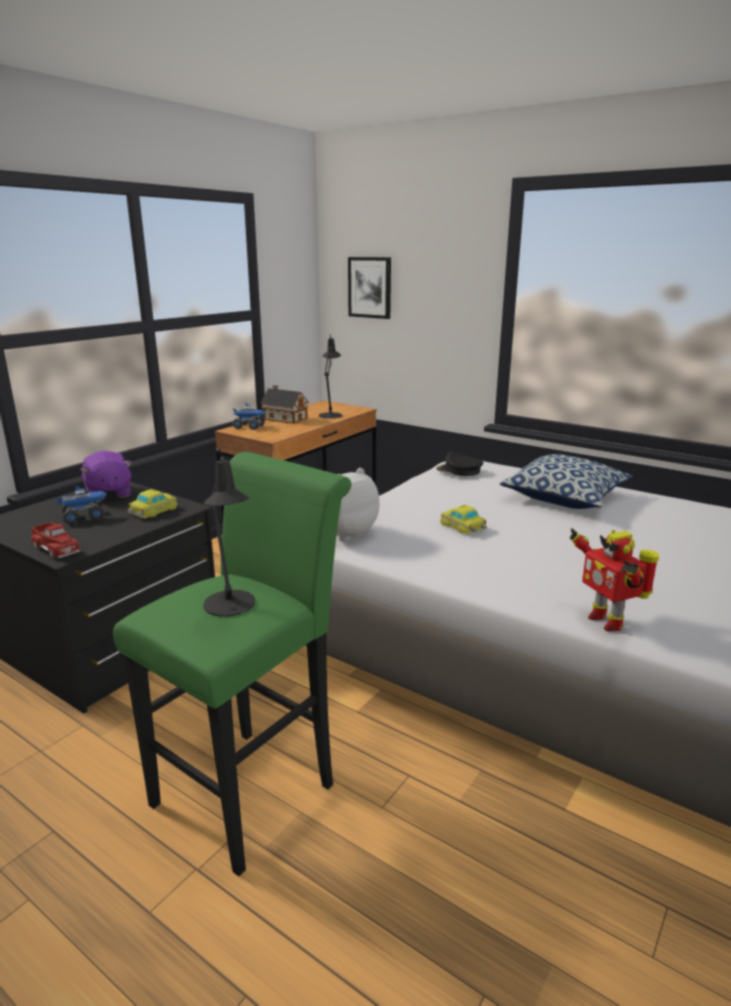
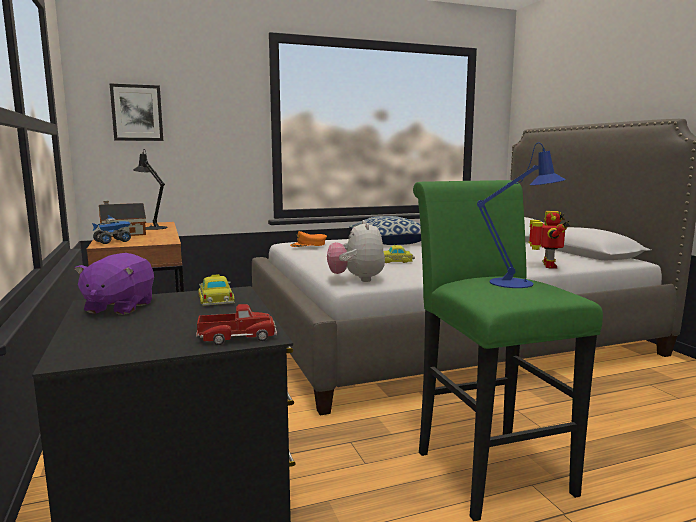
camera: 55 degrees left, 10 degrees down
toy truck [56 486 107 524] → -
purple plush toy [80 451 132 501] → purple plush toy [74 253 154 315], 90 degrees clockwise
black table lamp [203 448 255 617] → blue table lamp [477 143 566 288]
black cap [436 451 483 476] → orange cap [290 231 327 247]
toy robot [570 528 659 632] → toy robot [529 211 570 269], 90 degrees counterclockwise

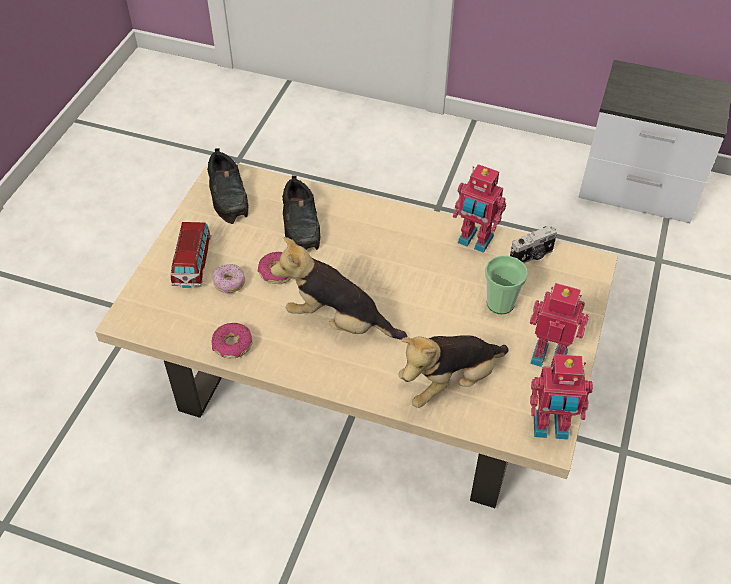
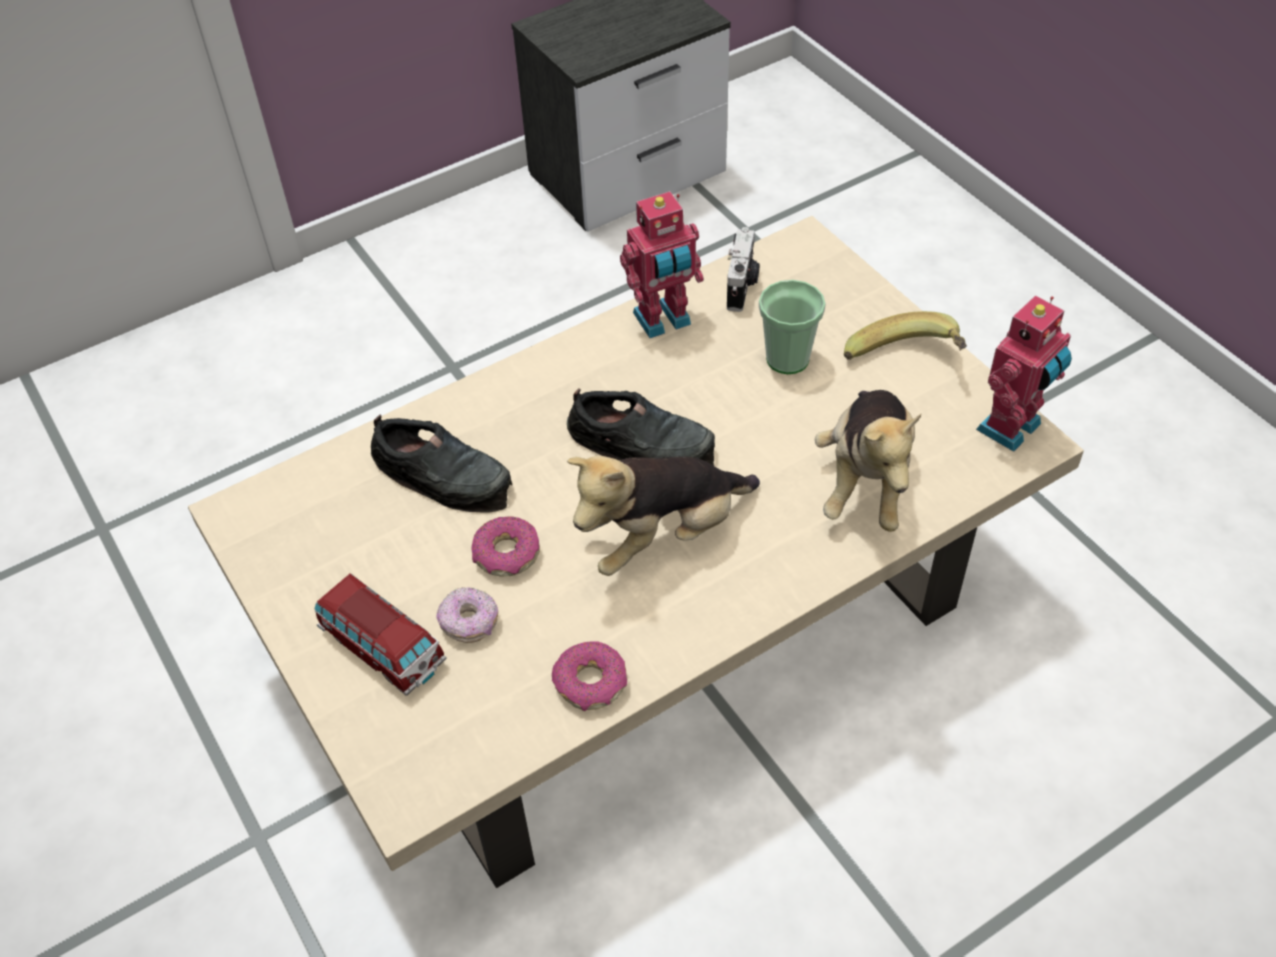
camera: 50 degrees left, 0 degrees up
black shoe [207 148 249 224] → black shoe [567 388 715 466], moved
toy robot [530 283 589 367] → banana [844 311 967 360]

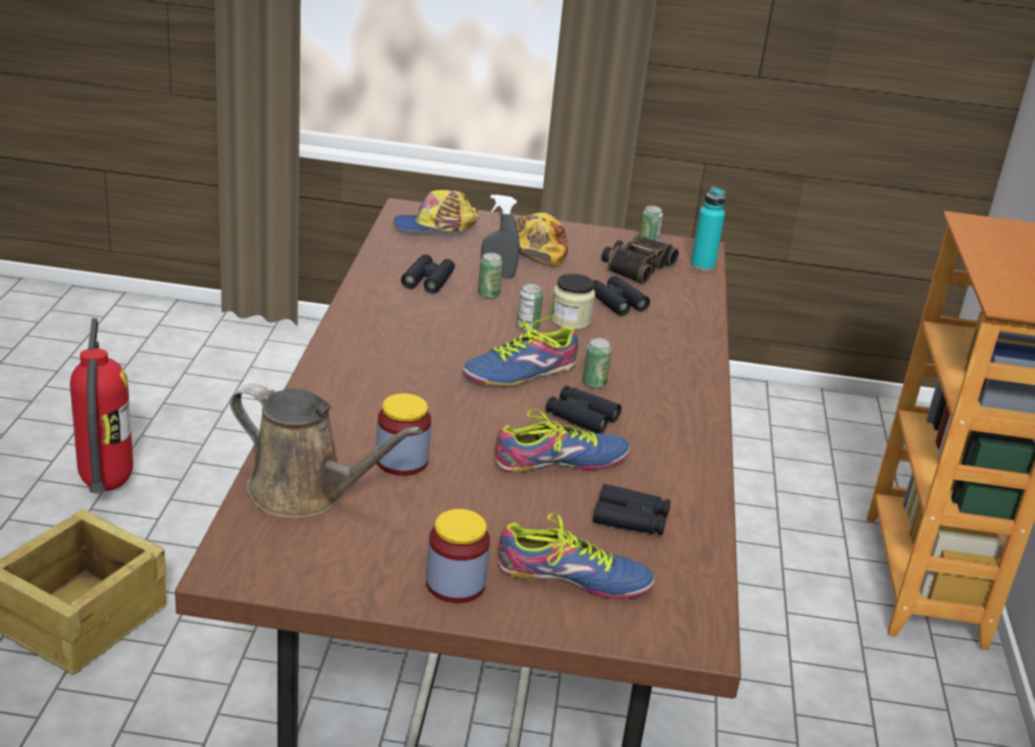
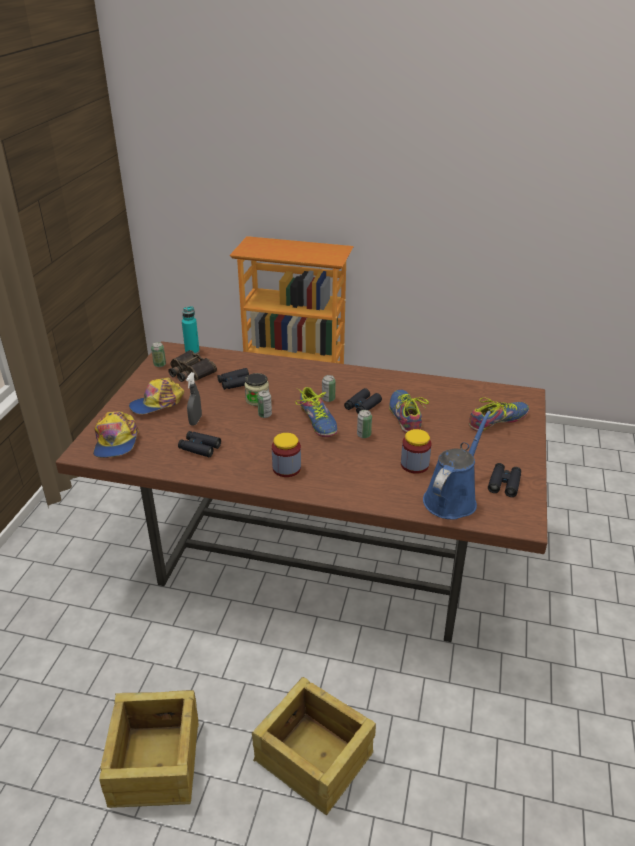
camera: 80 degrees left, 5 degrees up
fire extinguisher [70 318 133 494] → crate [99 690 199 808]
brown watering can [230 383 422 519] → blue watering can [423 411 491 520]
jar [426 509 490 603] → jar [272 433 301 477], moved
can [478 253 503 299] → can [357 410 372 438], moved
shoe [498 512 655 599] → shoe [469 398 529 431], 45 degrees clockwise
cap [516 212 568 267] → cap [129 378 185 414], 45 degrees counterclockwise
black binoculars [593 484 670 535] → black binoculars [488 463 521 497], moved

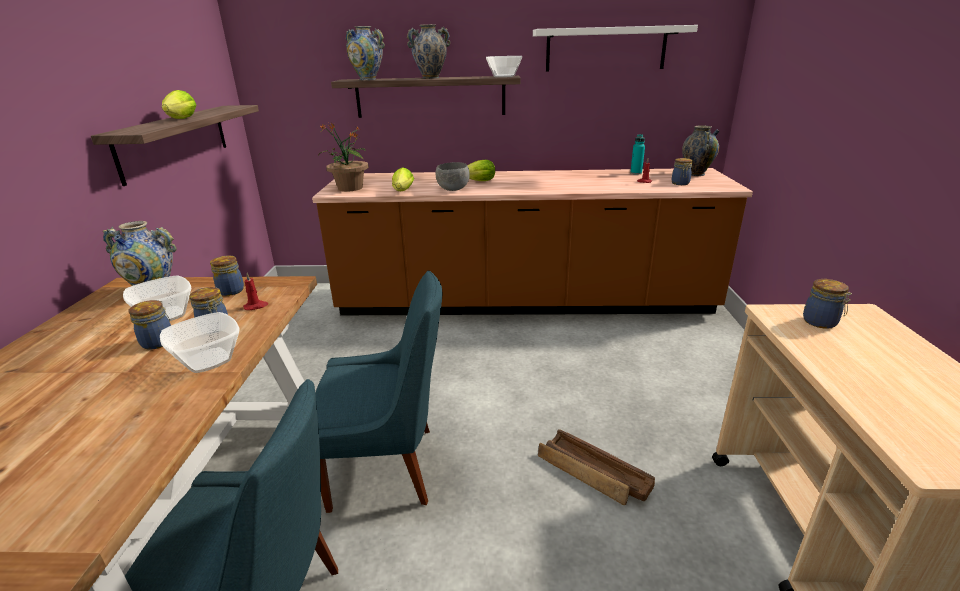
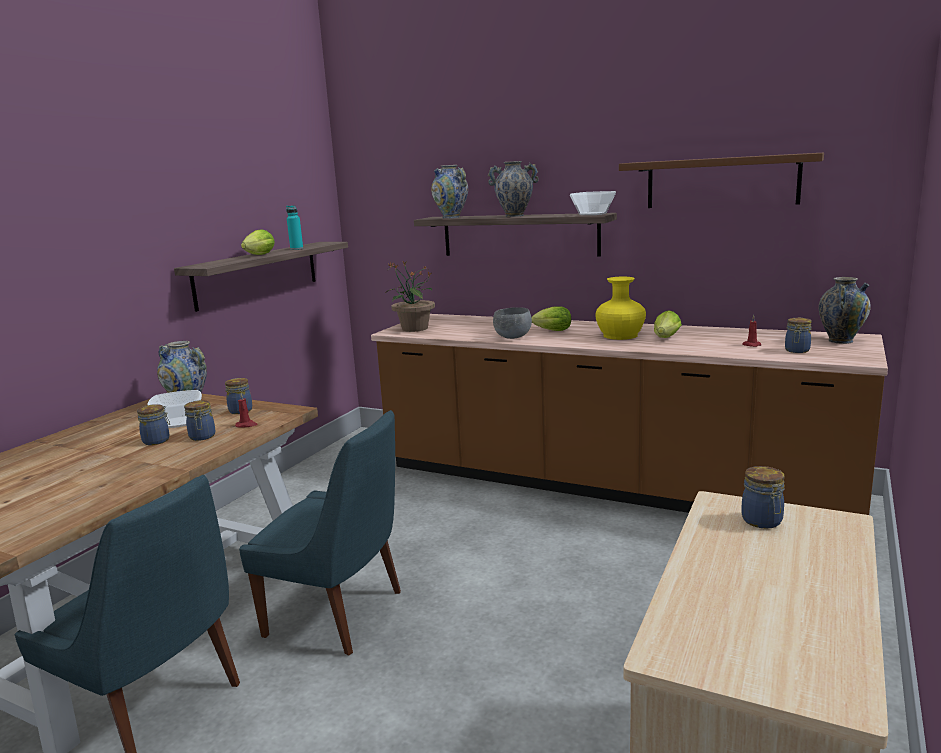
camera: 25 degrees right, 10 degrees down
bowl [160 312 240 373] → -
lettuce [392 167 414 191] → lettuce [654 310 682 338], moved
white shelf [533 25 698 72] → brown shelf [619 153 824 208]
crate [538 429 655 505] → -
turquoise bottle [630 134 645 174] → turquoise bottle [286 205 303 250], moved
- → yellow vase [595 277 646 340]

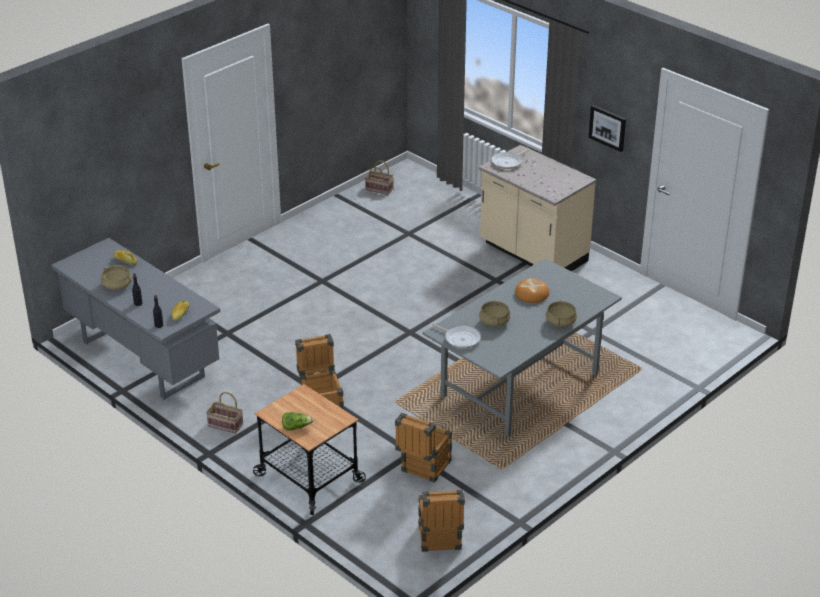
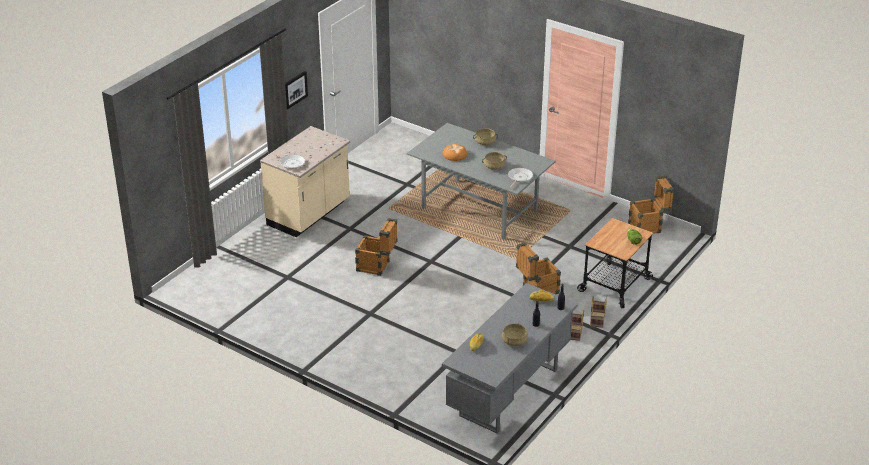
camera: 100 degrees left, 0 degrees up
basket [365 161 394 195] → basket [590 296 607 328], moved
crate [395 413 452 483] → crate [355 218 398 276], moved

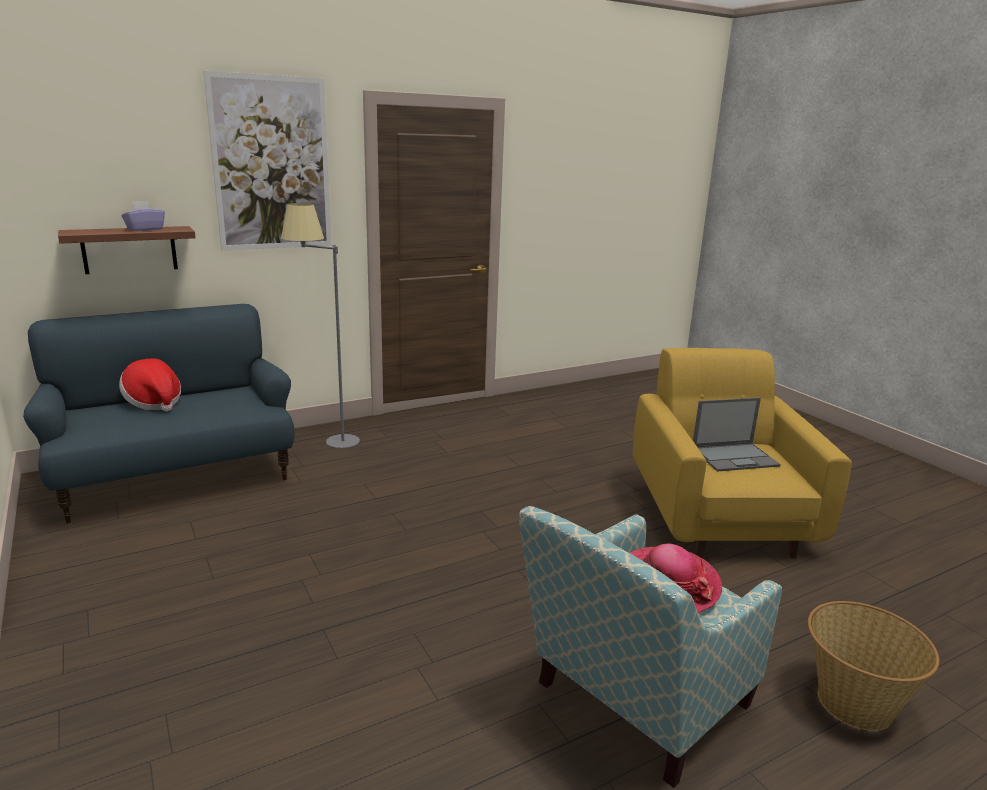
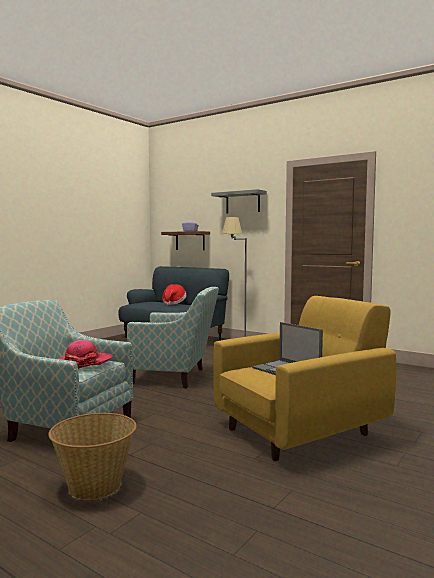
camera: 65 degrees right, 15 degrees down
picture [203 71 331 251] → grey shelf [211 189 267 213]
- → armchair [127 287 219 389]

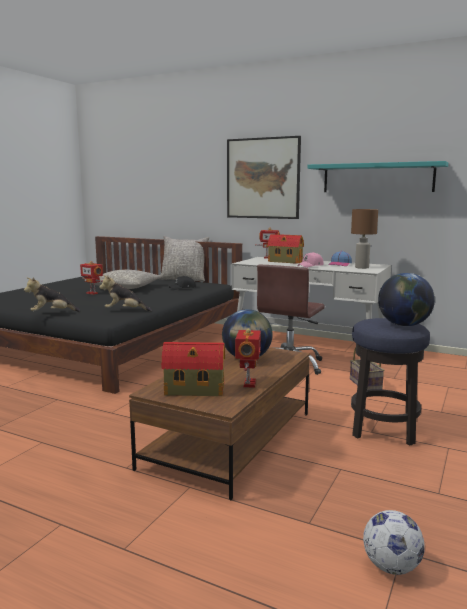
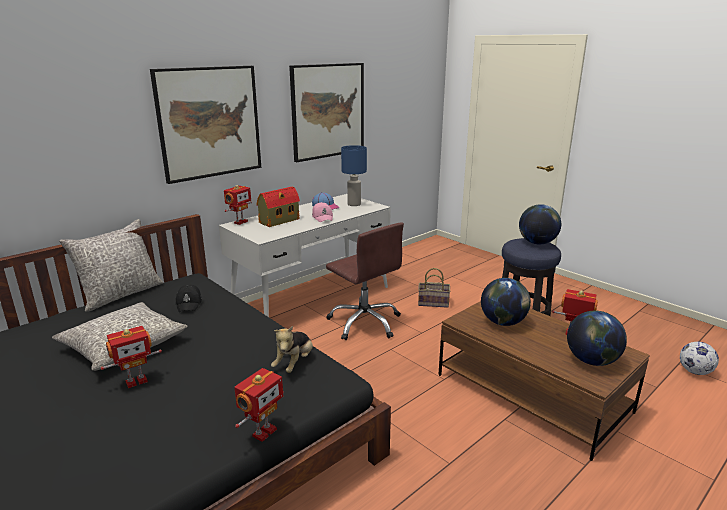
camera: 70 degrees left, 10 degrees up
plush toy [24 277 80 312] → toy robot [234 368 284 442]
toy house [161 342 225 396] → globe [567 311 627 366]
turquoise shelf [308 161 448 192] → picture [289 63 364 162]
brown table lamp [351 209 378 269] → blue table lamp [341 145 367 206]

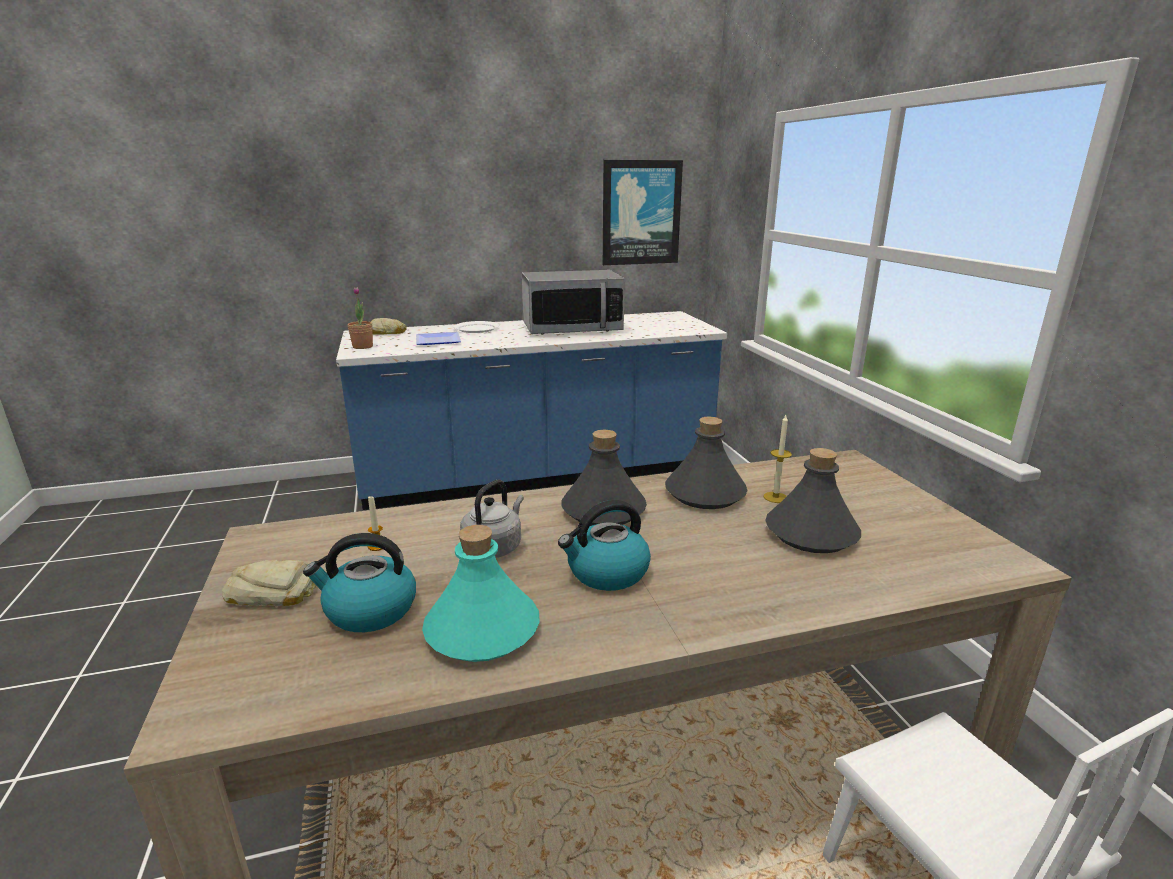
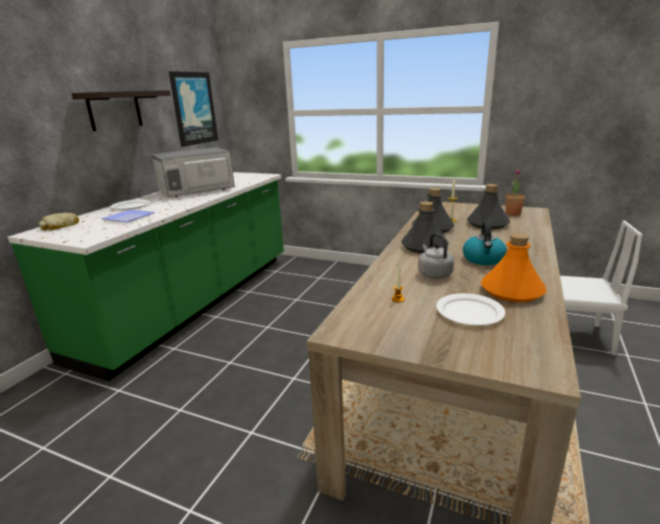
camera: 50 degrees left, 0 degrees up
bread [222 560 316 606] → -
kettle [303 533 416 632] → white plate [436 293 505 325]
blue counter [336 311 727 510] → green counter [8 172 284 381]
potted plant [348 287 373 349] → potted plant [505 169 525 215], moved
turquoise bottle [422 525 540 662] → orange bottle [481 233 547 302]
microwave [522 270 625 335] → microwave [151 147 235 197], 150 degrees counterclockwise
- → shelf [71 90 171 131]

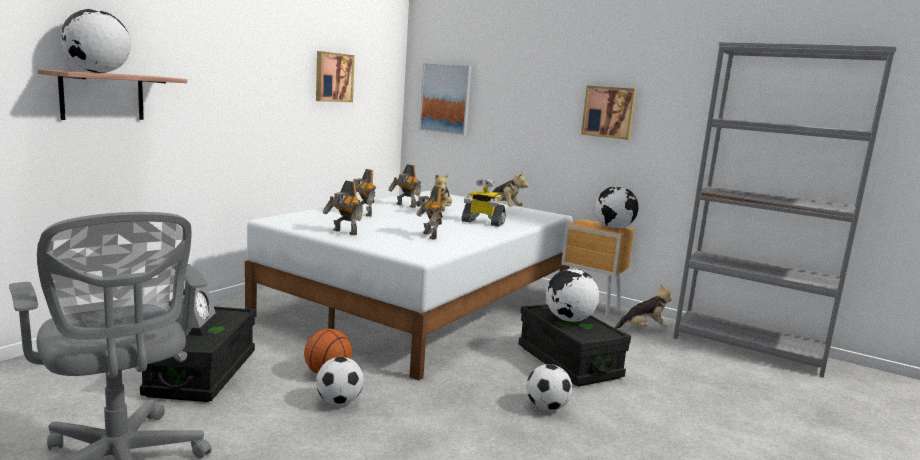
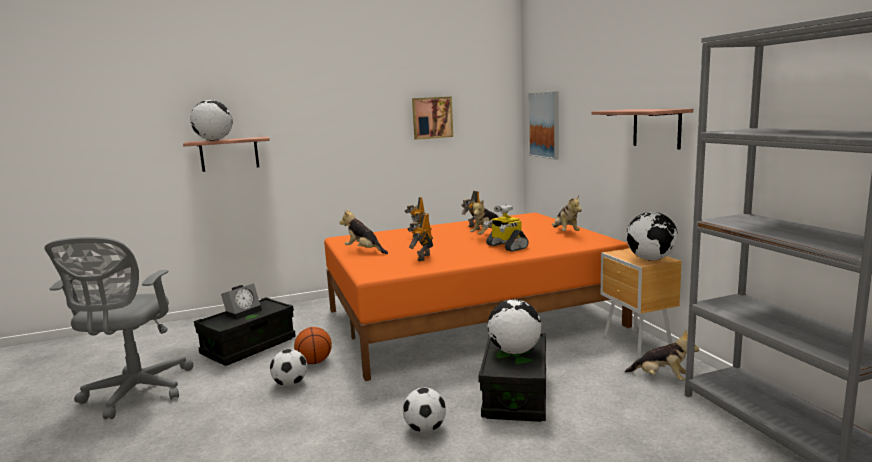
camera: 40 degrees right, 0 degrees up
white bed [245 191 573 381] → orange bed [324 213 632 381]
toy robot [323 180 363 235] → plush toy [339 209 388 254]
picture [581 86 636 140] → shelf [591 109 693 150]

